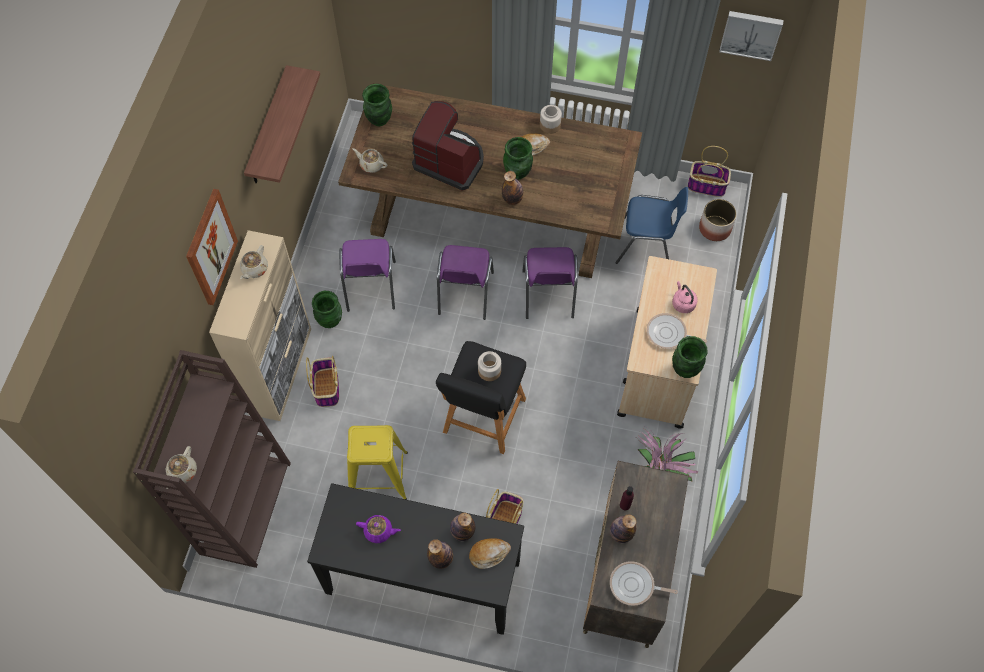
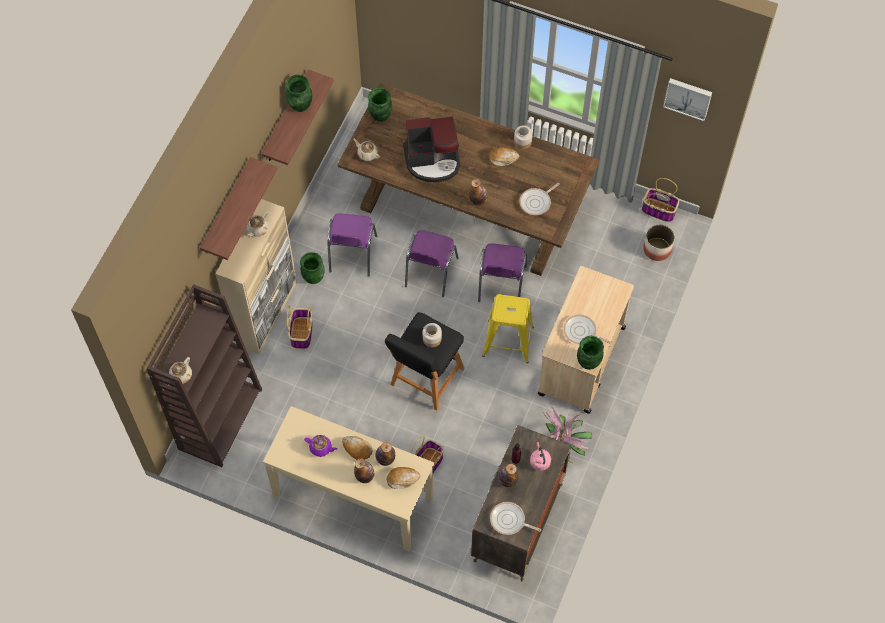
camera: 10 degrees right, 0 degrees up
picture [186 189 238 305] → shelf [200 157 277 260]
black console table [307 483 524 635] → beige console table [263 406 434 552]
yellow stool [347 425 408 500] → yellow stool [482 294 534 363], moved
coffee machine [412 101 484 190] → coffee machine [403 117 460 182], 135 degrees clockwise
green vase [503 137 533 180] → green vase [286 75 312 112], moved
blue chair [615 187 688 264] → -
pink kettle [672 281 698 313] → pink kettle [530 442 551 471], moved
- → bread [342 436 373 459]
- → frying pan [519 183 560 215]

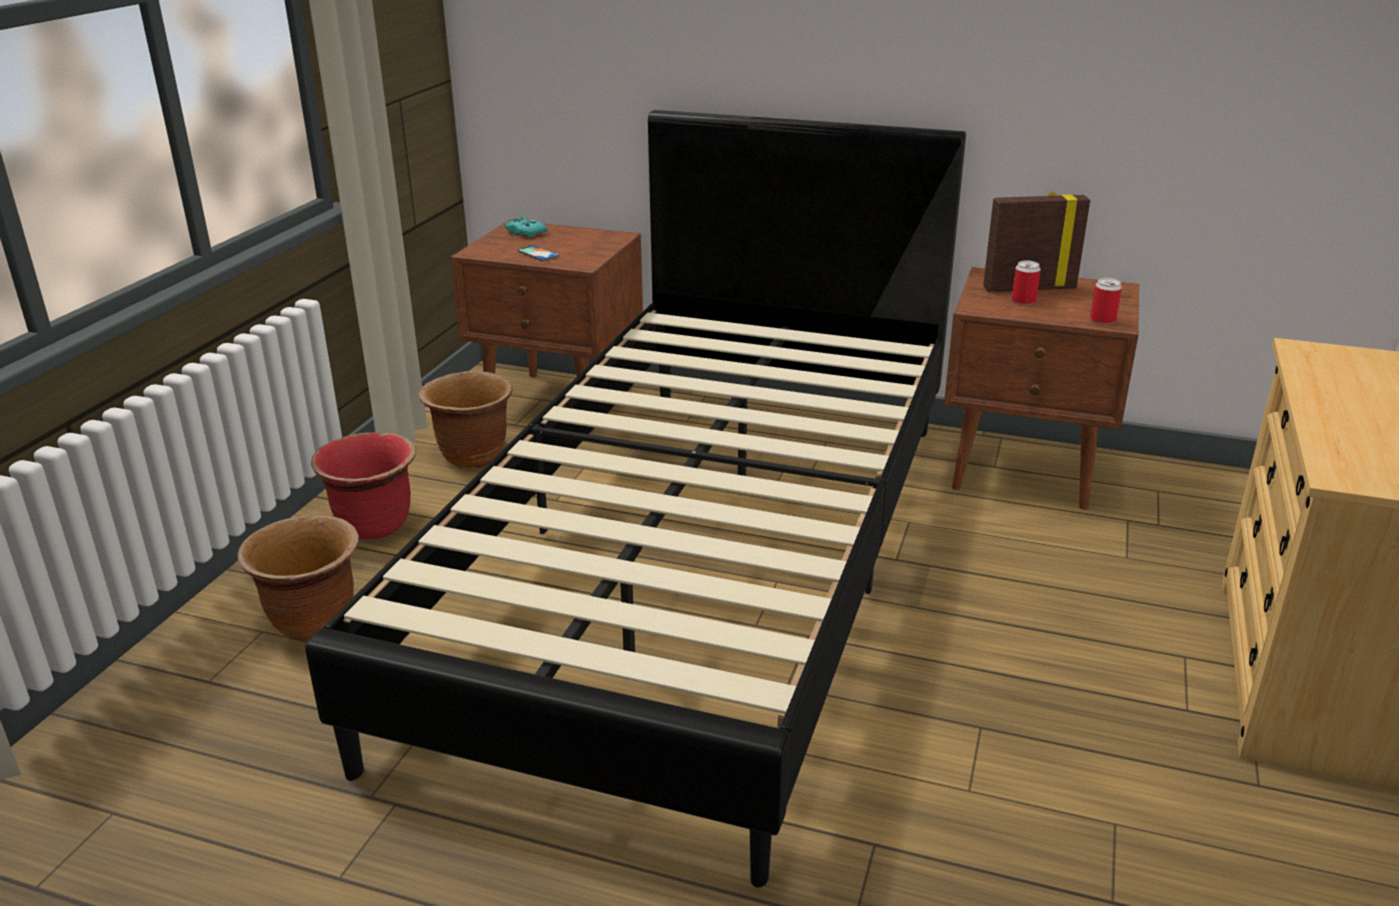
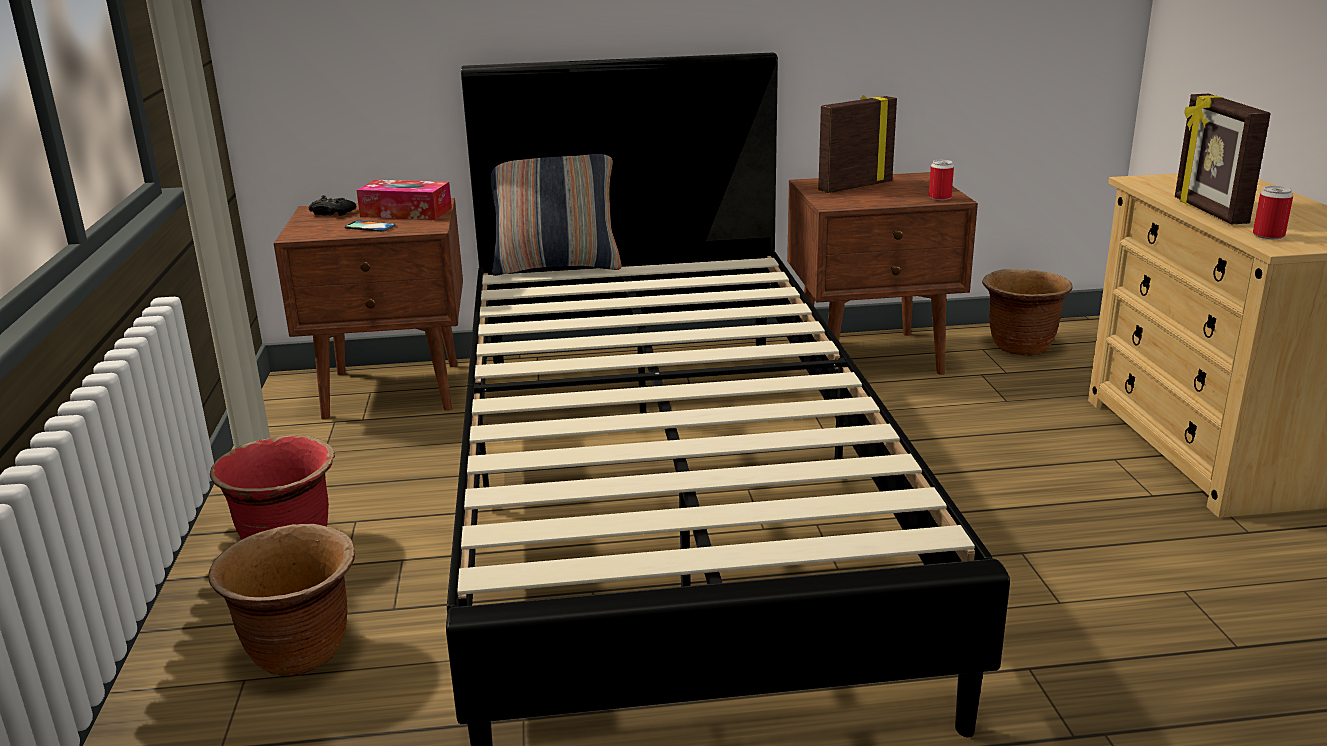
camera: 25 degrees left, 5 degrees down
brown planter [419 371 512 468] → brown planter [982 269 1073 356], moved
turquoise game controller [505 215 548 237] → black game controller [309 195 356 216]
can [1012 261 1041 305] → can [1253 186 1293 239], moved
- → tissue box [356 180 452 220]
- → pillow [490 154 622 276]
- → picture frame [1175 94 1271 224]

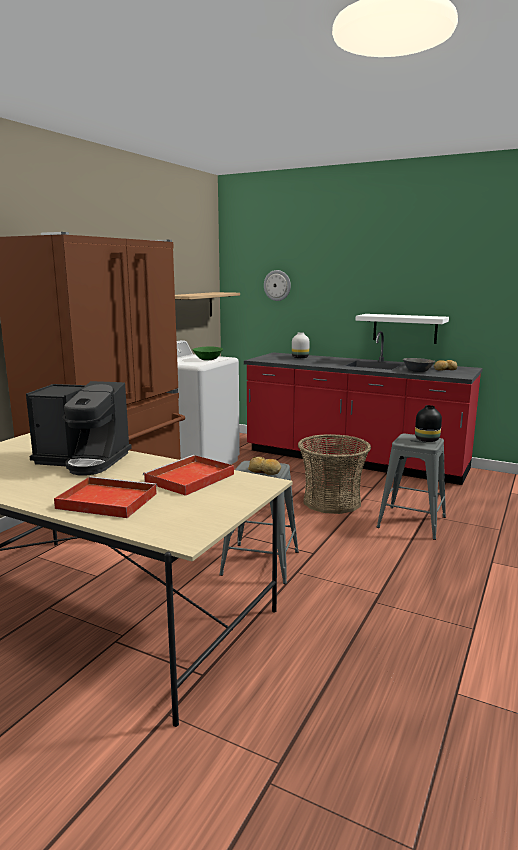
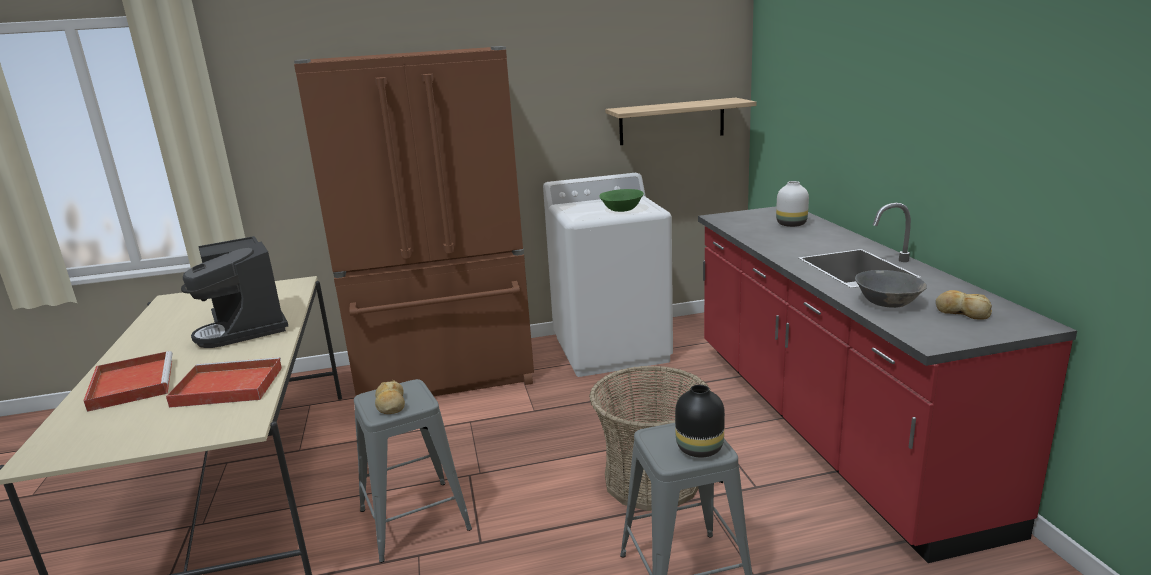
camera: 50 degrees right, 5 degrees up
wall clock [264 270 291 301] → -
white shelf [356 314 449 344] → -

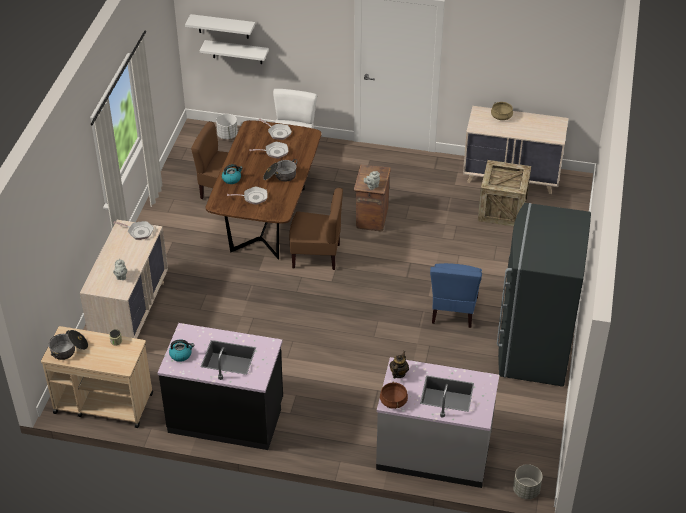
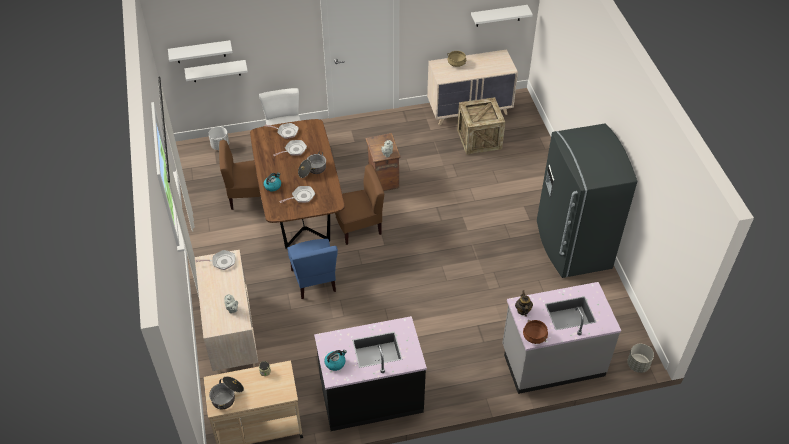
camera: 25 degrees left, 5 degrees up
blue chair [430 263 482 328] → blue chair [287 239 338 299], moved
- → white shelf [471 5 533 27]

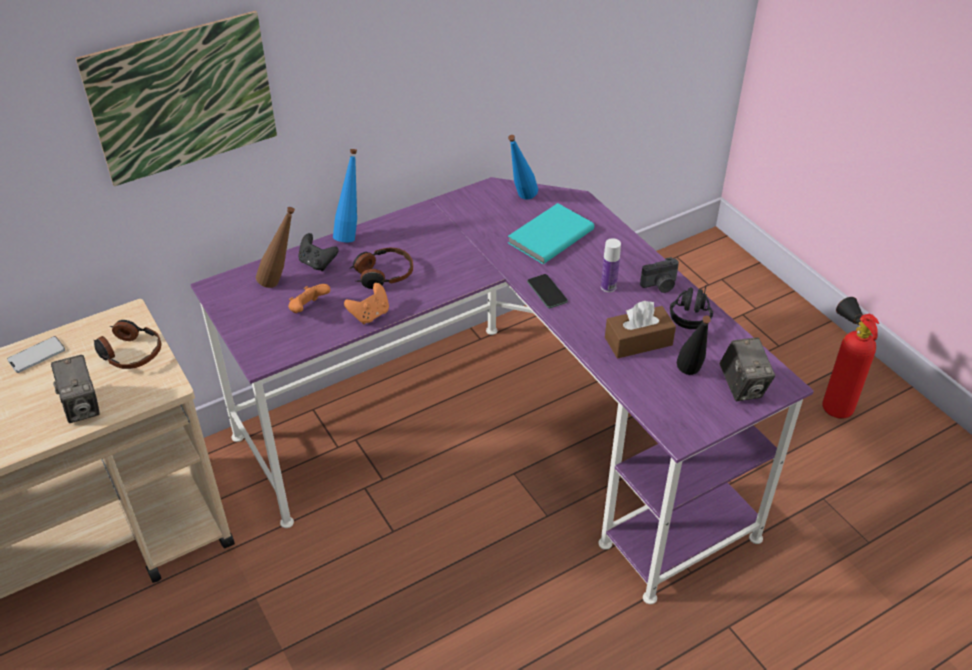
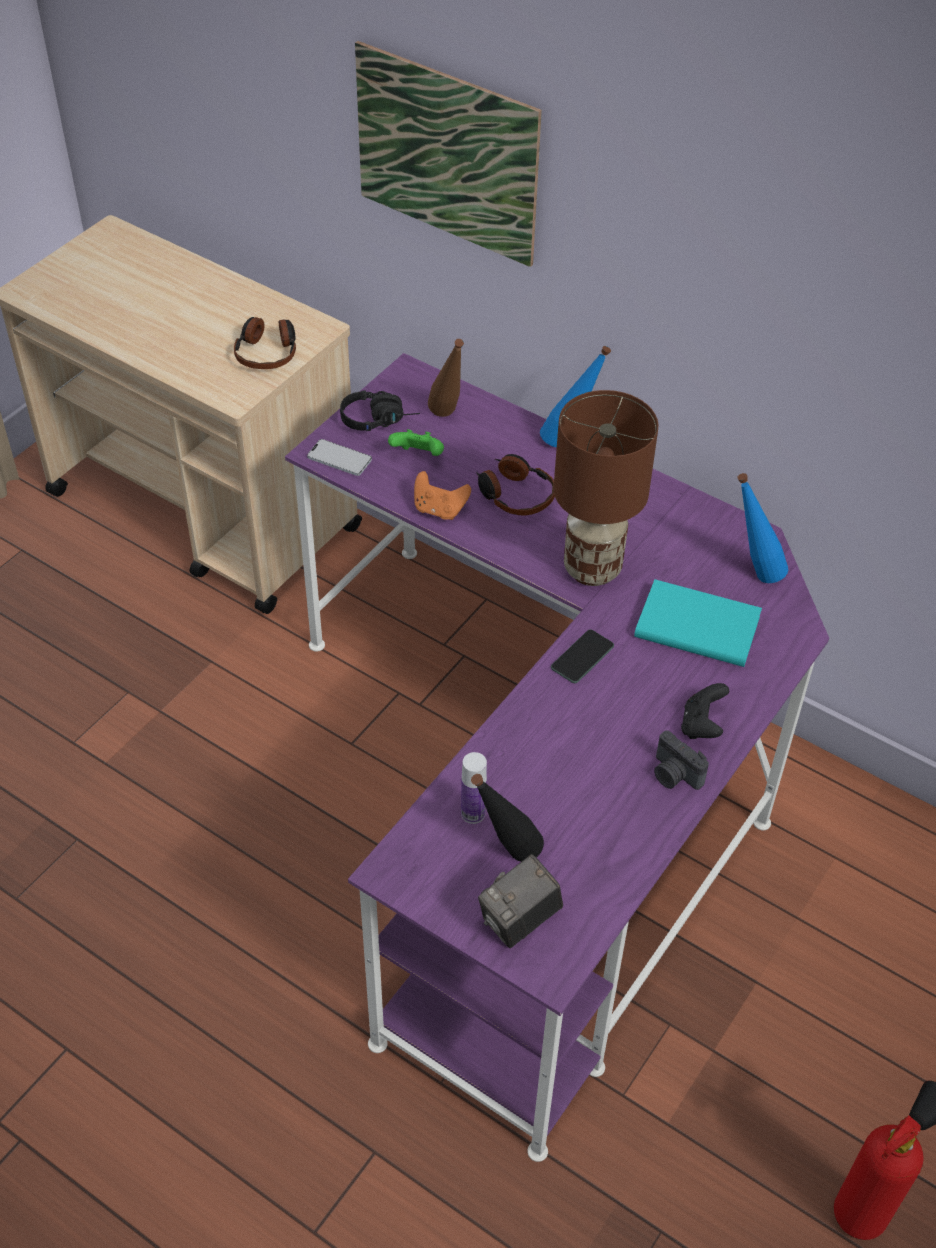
camera: 65 degrees right, 5 degrees up
phone [7 336 65 373] → phone [307 439 372 476], moved
photo camera [51 355 99 423] → -
orange game controller [288 284 331 313] → green game controller [388 429 444 456]
black game controller [298 233 339 271] → black game controller [681 683 729 739], moved
bottle [601 238 621 292] → bottle [461 752 487 824], moved
brown tissue box [605 301 676 359] → -
black headphones [670 285 713 329] → black headphones [340 390 420 431], moved
- → brown table lamp [554 390 658 586]

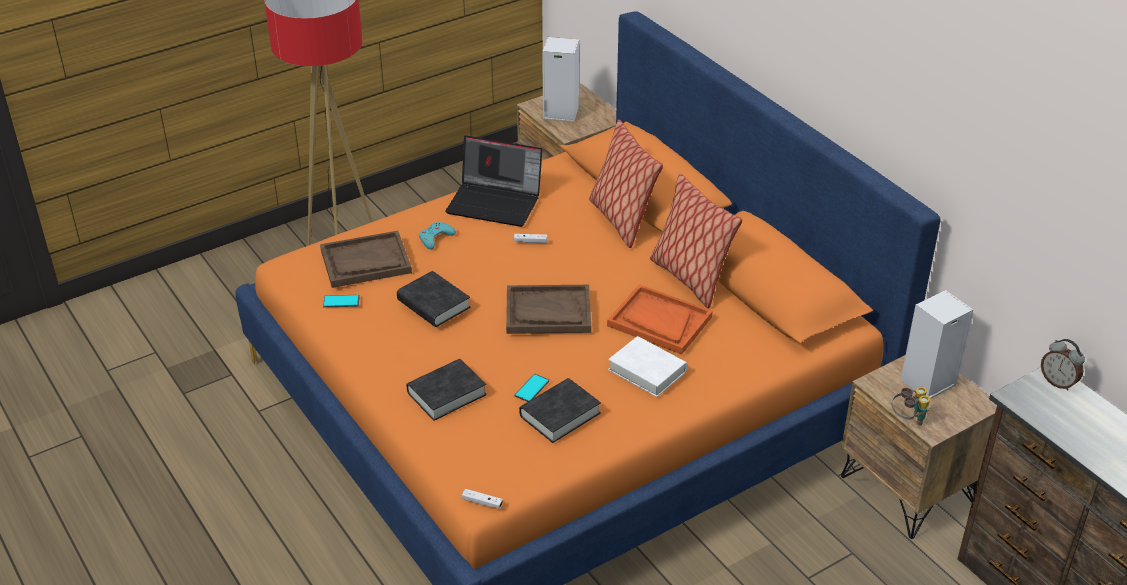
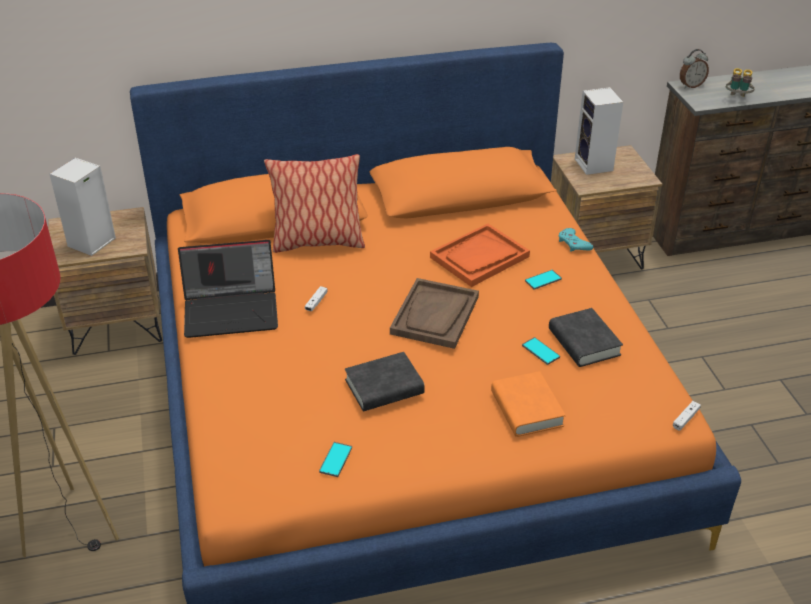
camera: 70 degrees left, 0 degrees up
brown tray [320 231 412 288] → -
black book [406 359 487 421] → orange book [491 371 566 437]
turquoise game controller [419 222 456 249] → turquoise game controller [559 228 593 252], moved
laptop [445 136 542 227] → laptop [178 240 278 338], 45 degrees clockwise
white book [608 336 687 397] → phone [525 270 562 290]
pillow [650 174 742 308] → -
binoculars [892 387 930 426] → binoculars [726 68 755 97], moved

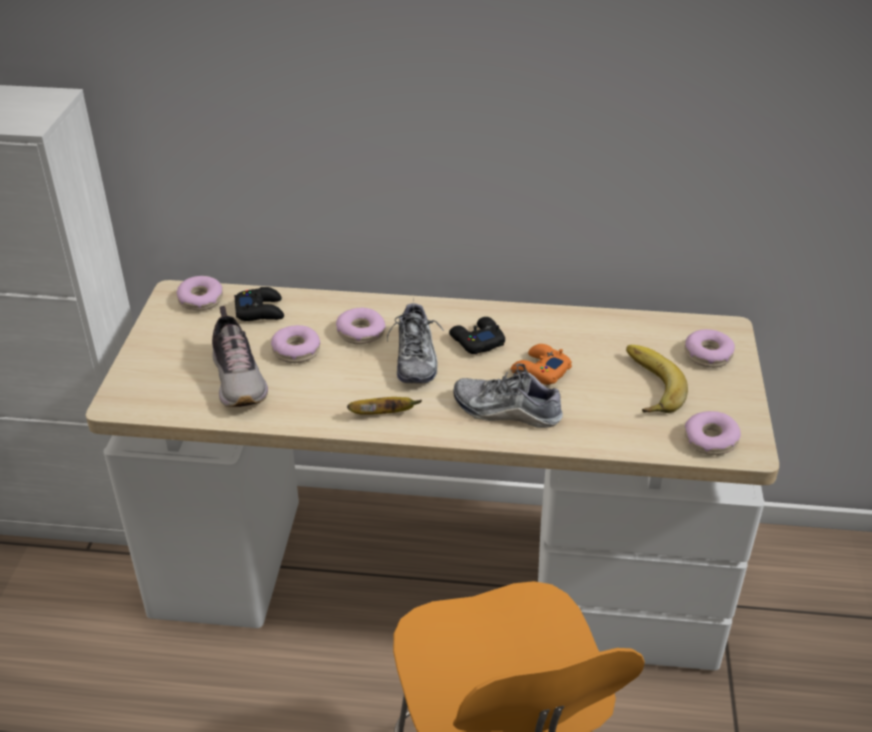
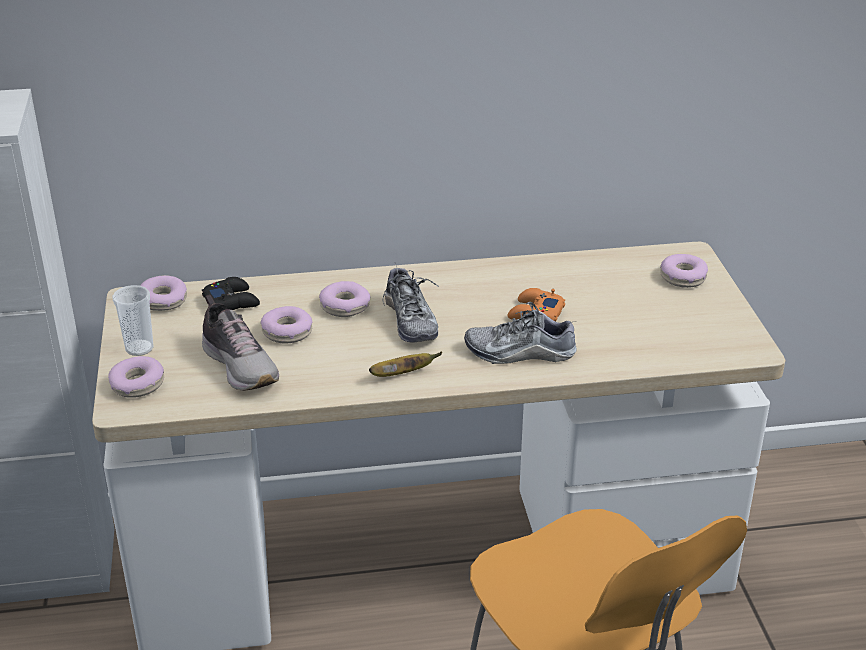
camera: 15 degrees left, 5 degrees down
black game controller [449 317 505 354] → -
banana [626 345 688 413] → -
donut [685 411 741 455] → donut [108 356 164 398], moved
- → cup [112 285 154 356]

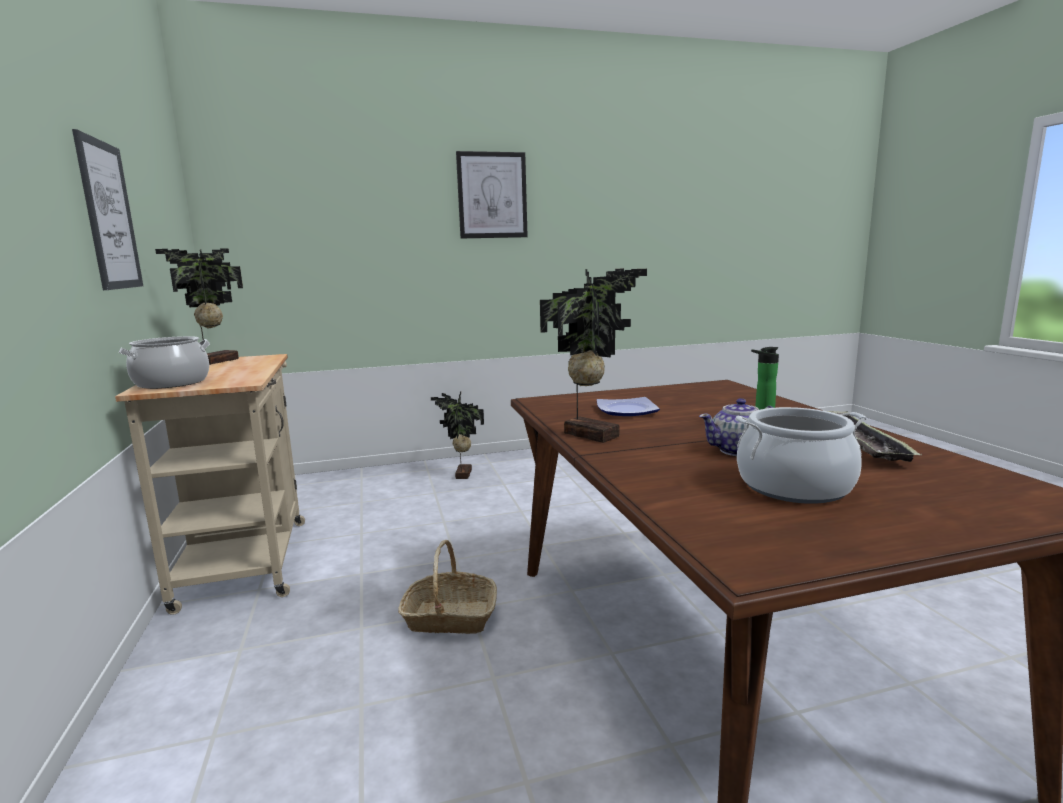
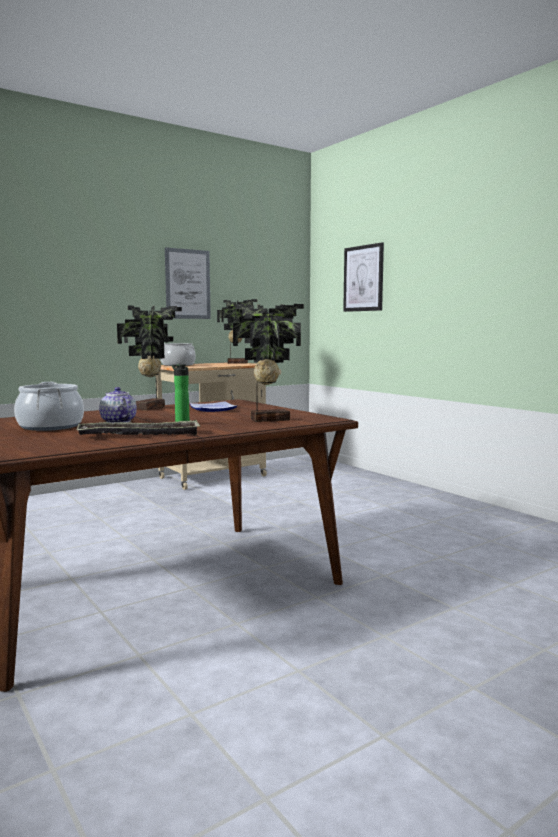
camera: 70 degrees right, 5 degrees down
basket [398 540 497 634] → -
potted plant [431 392 484 479] → potted plant [233 304 304 422], moved
picture [456 151 528 238] → picture [343 242 384 312], moved

